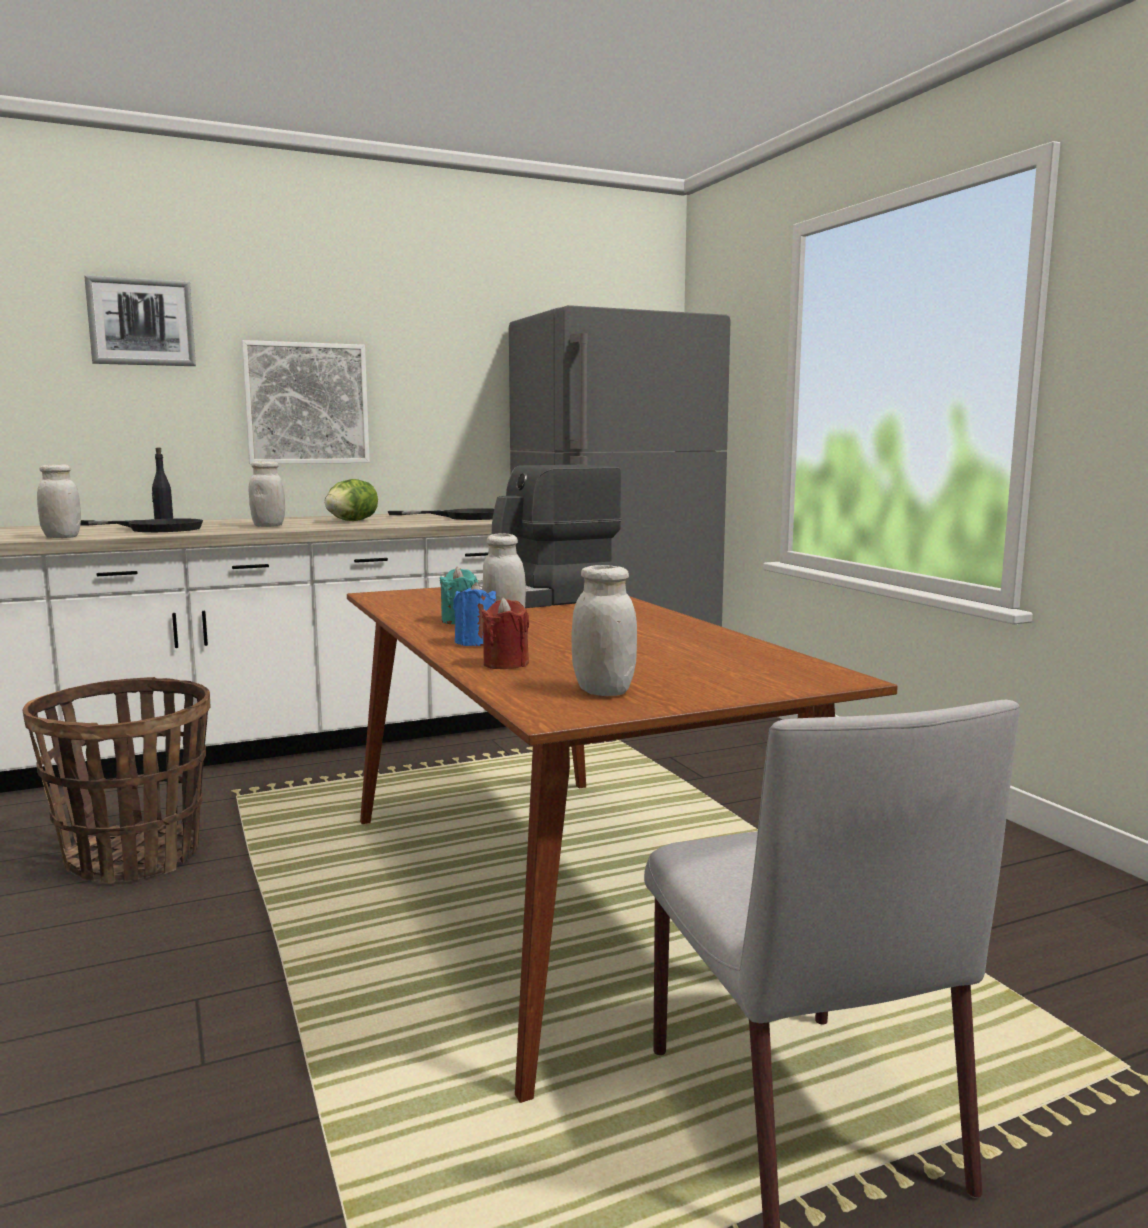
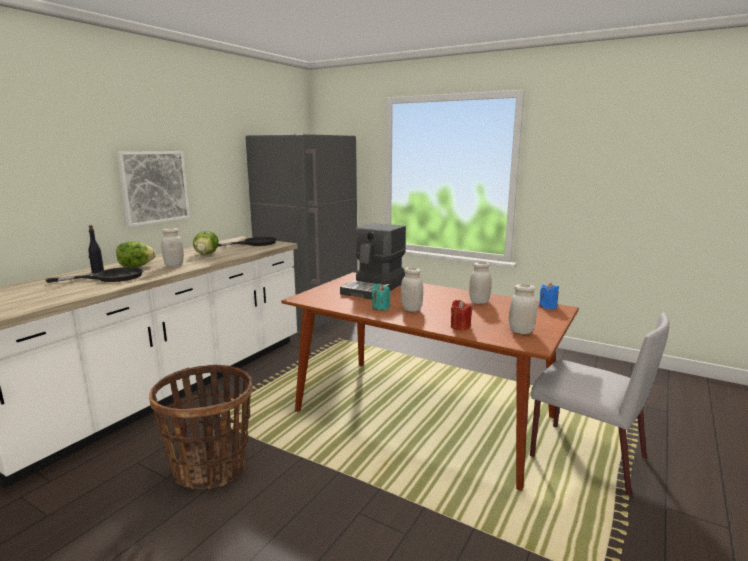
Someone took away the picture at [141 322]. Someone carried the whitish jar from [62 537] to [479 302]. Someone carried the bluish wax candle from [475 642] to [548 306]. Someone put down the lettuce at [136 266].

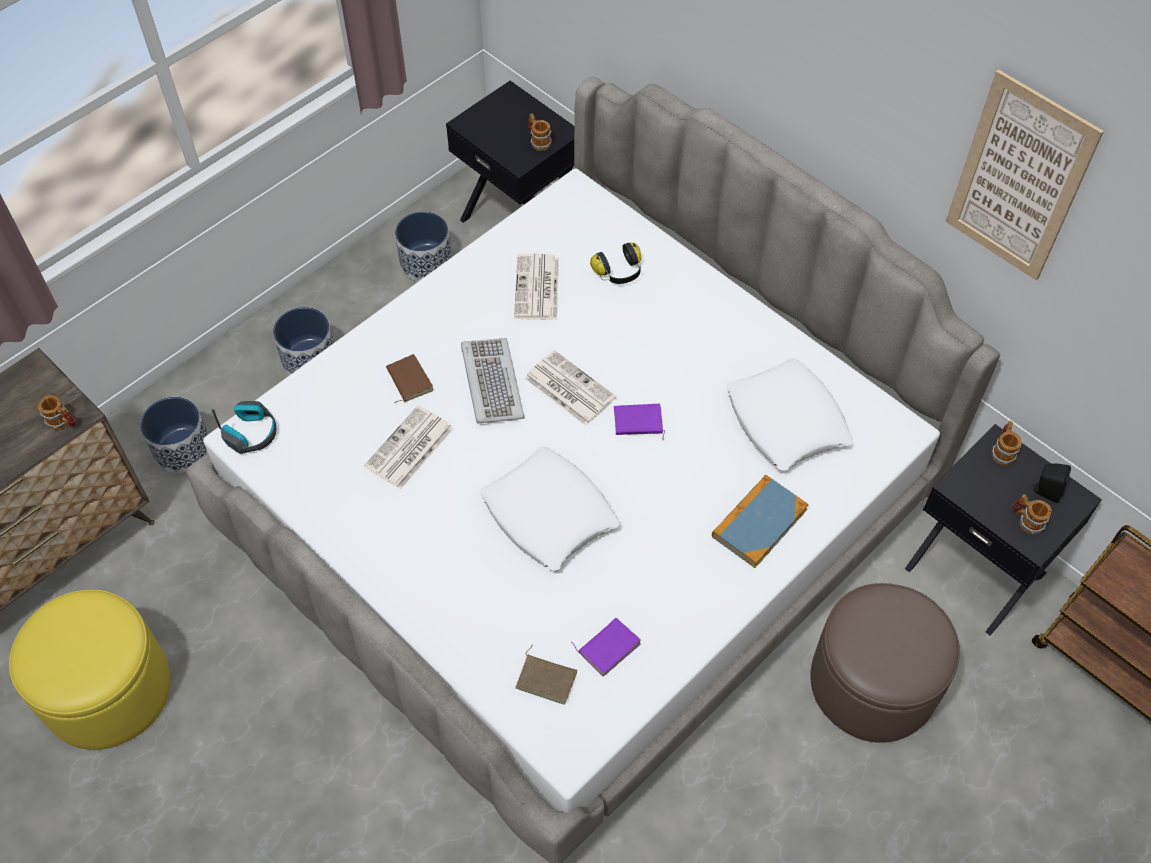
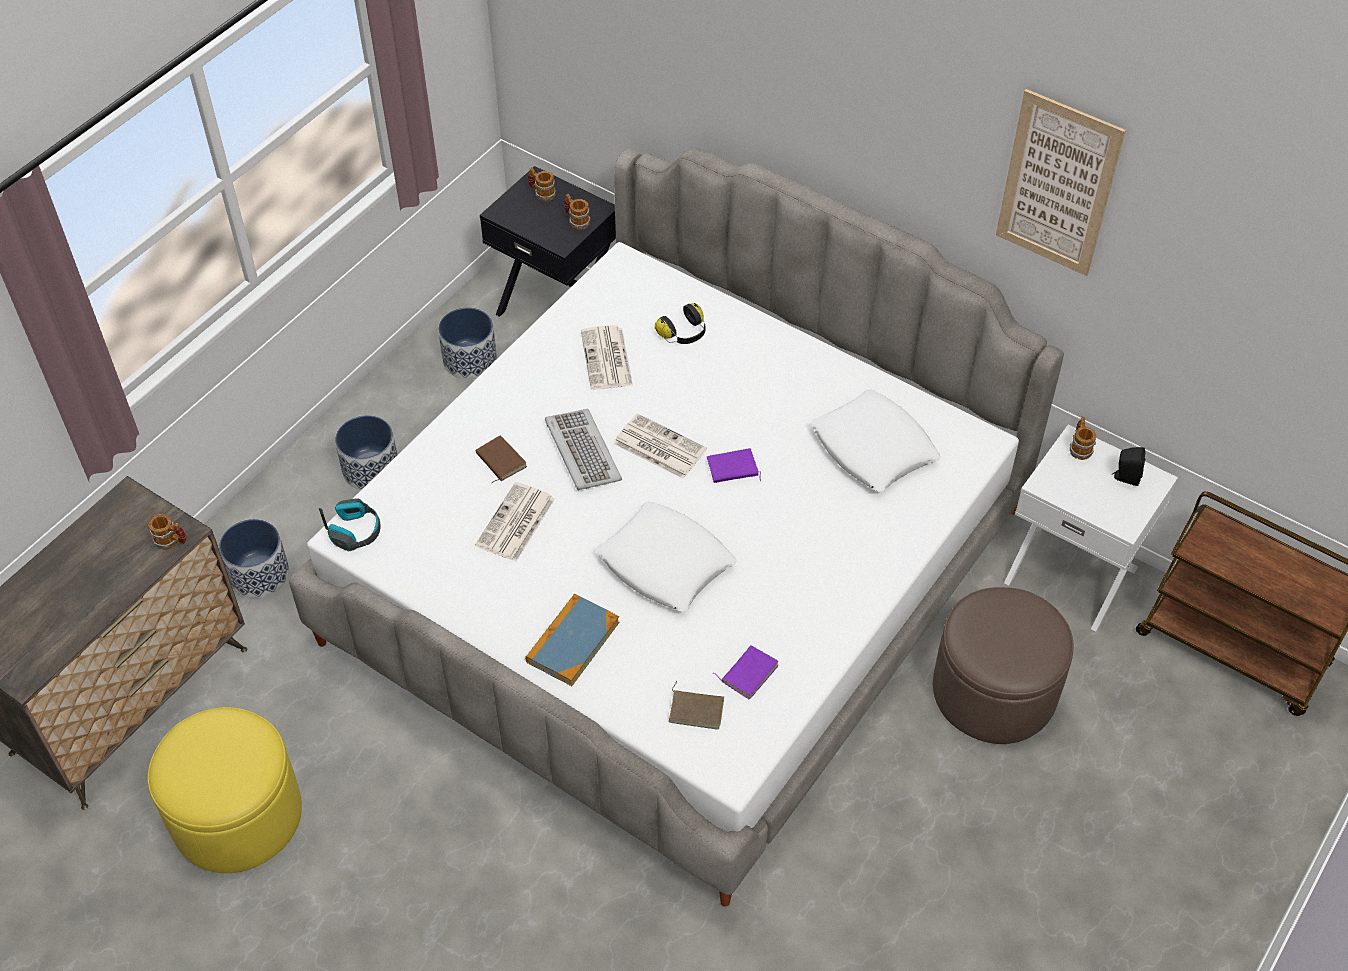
Someone repainted the black nightstand at [976 569], which became the whitish nightstand at [1072 573]. Someone carried the book from [759 523] to [572 642]. Someone carried the tea mug from [1026 520] to [541 193].

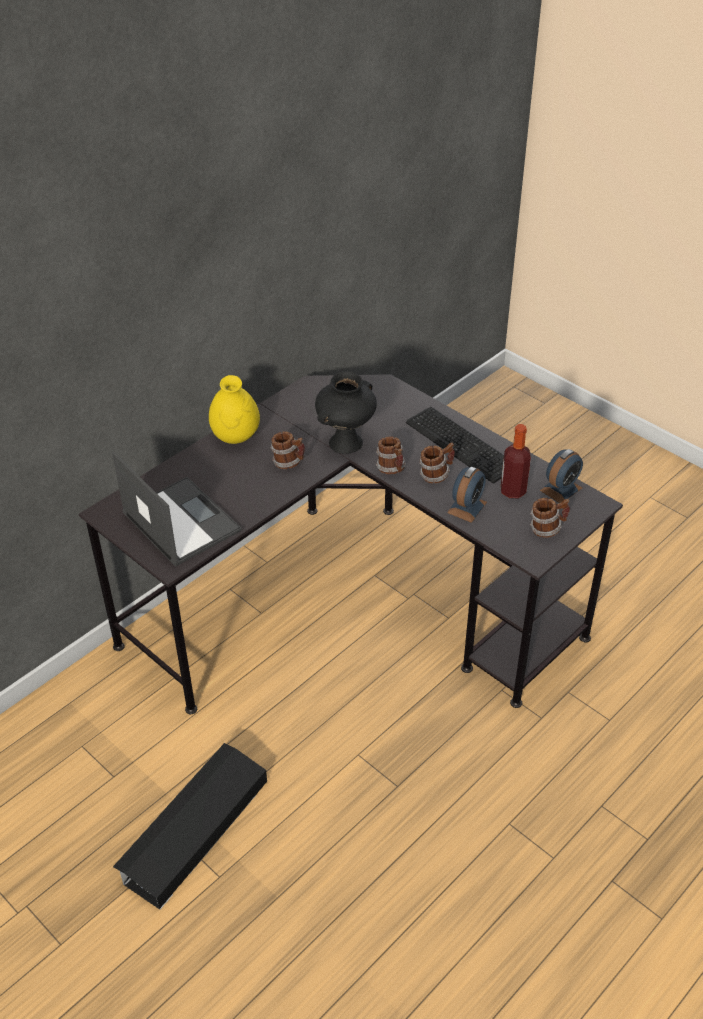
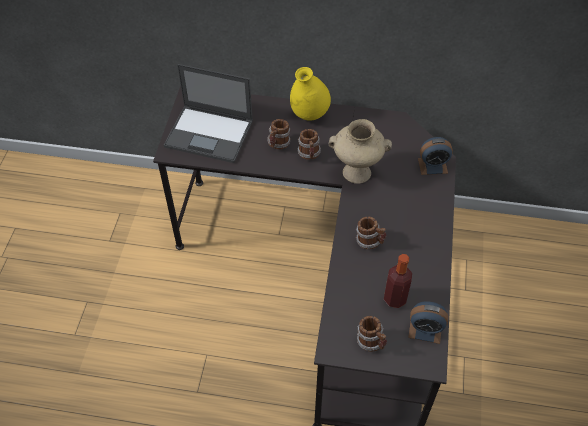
Someone repainted the black vase at [346 444], which became the beige-coloured vase at [356 173]. Someone took away the PC keyboard at [461 442]. Someone carried the tea mug from [392 469] to [278 144]. Someone rotated the laptop at [180 521] by 90 degrees clockwise. Someone carried the alarm clock from [467 507] to [432 166]. Someone took away the black storage box at [193 829].

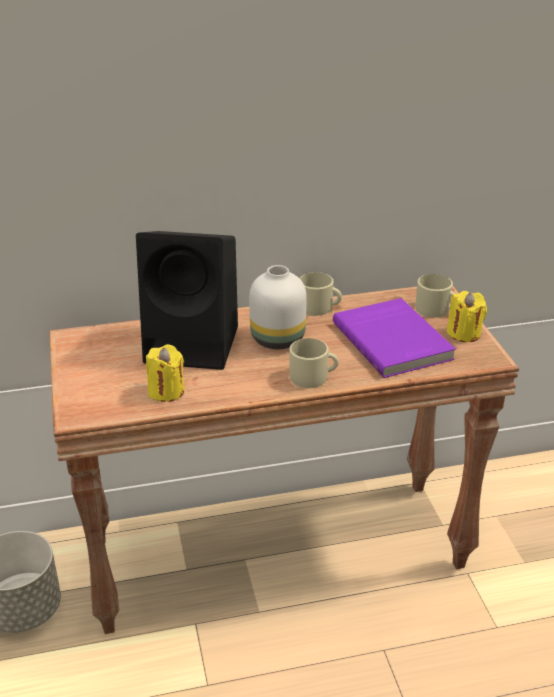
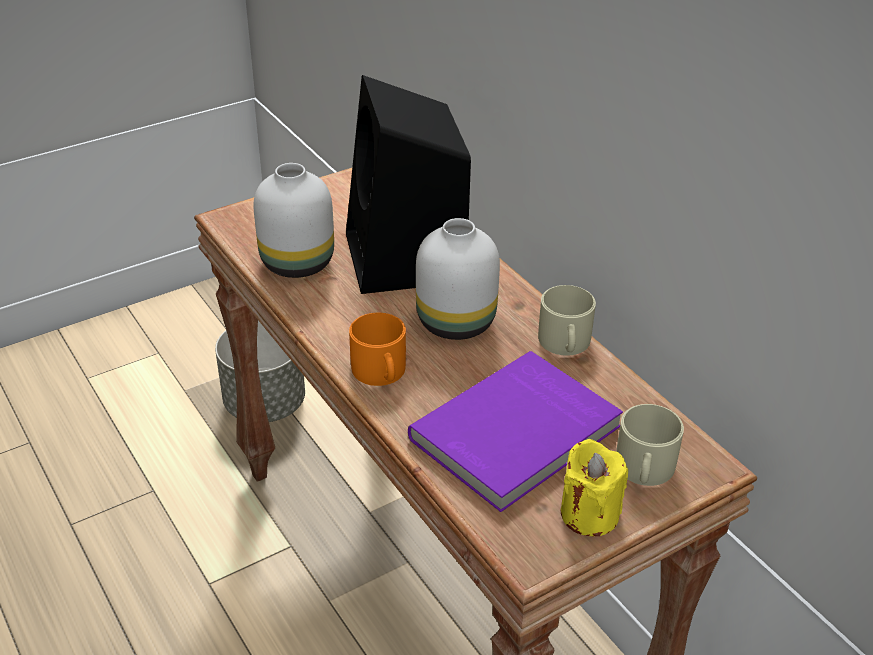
Someone repainted the beige-coloured tea mug at [313 377], which became the orangey tea mug at [381 372]. Someone swapped the yellowish wax candle at [166 391] for the whitish vase at [296 264].

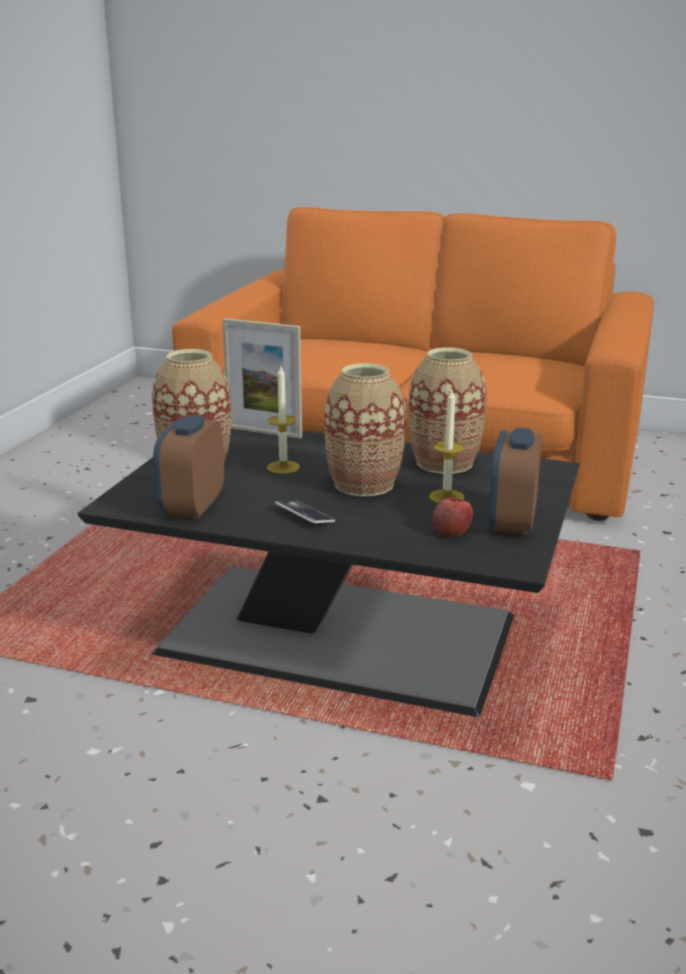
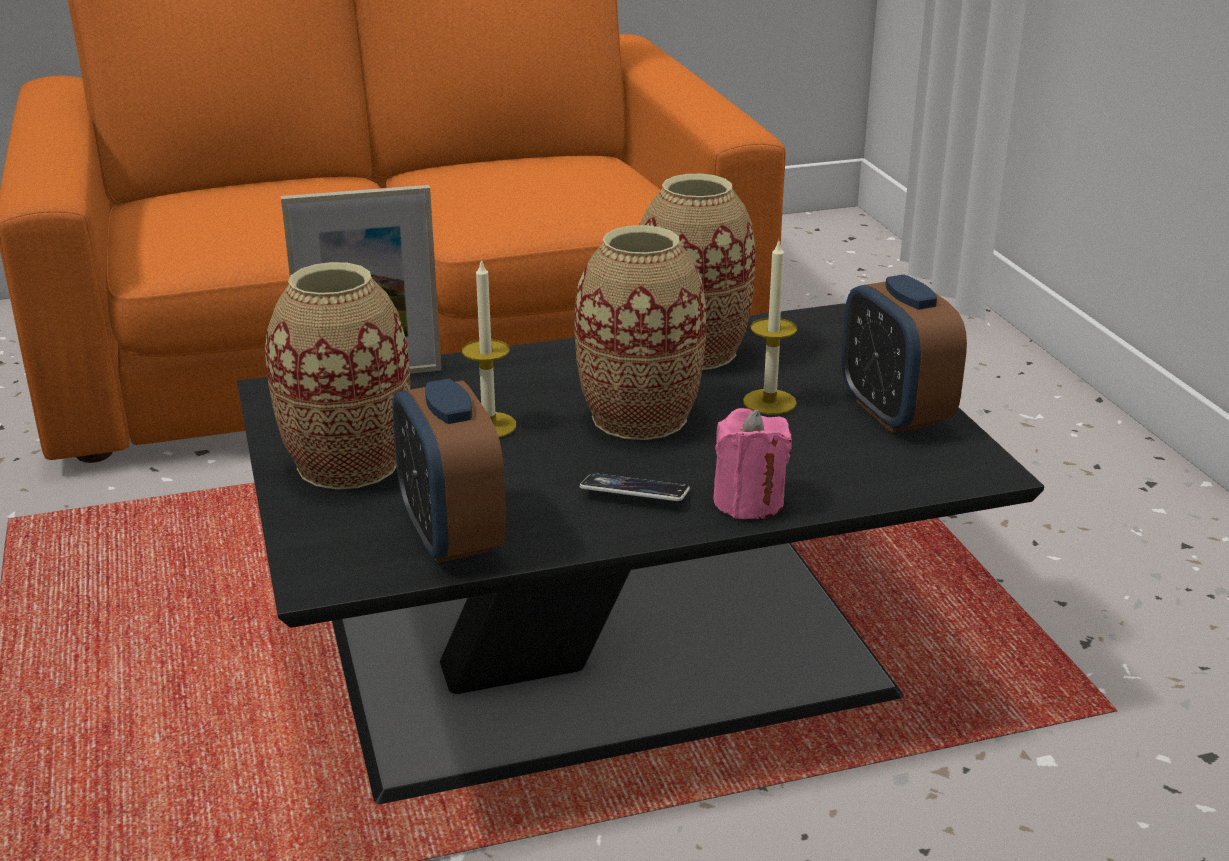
Someone took away the whole apple at [452 531]. Someone put down the pinkish wax candle at [748 502].

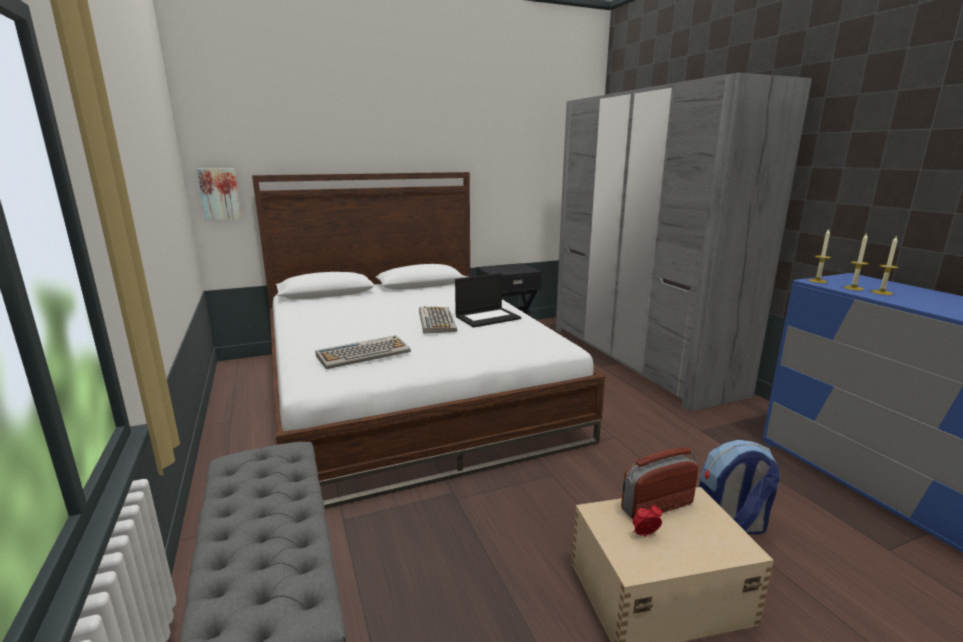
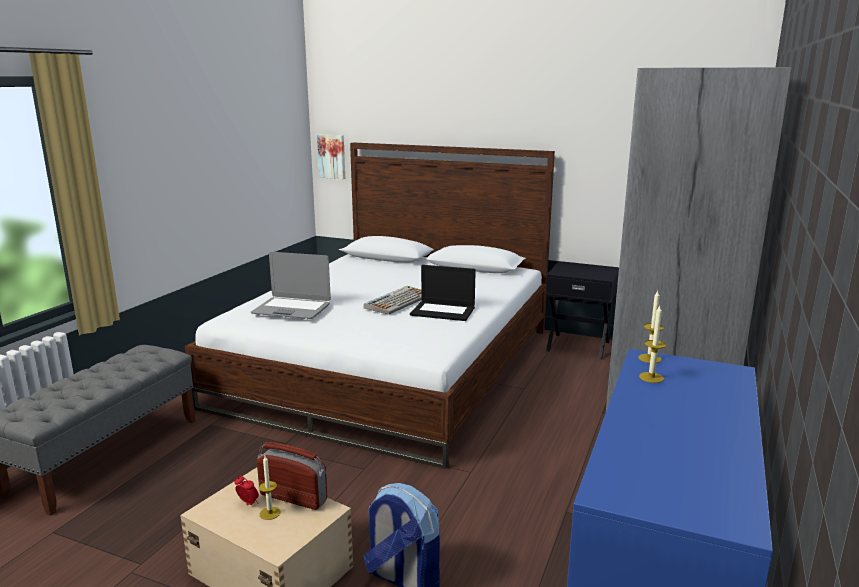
Someone carried the wax candle from [882 292] to [270 513]. Someone swapped the PC keyboard at [364 353] for the laptop at [292 309].

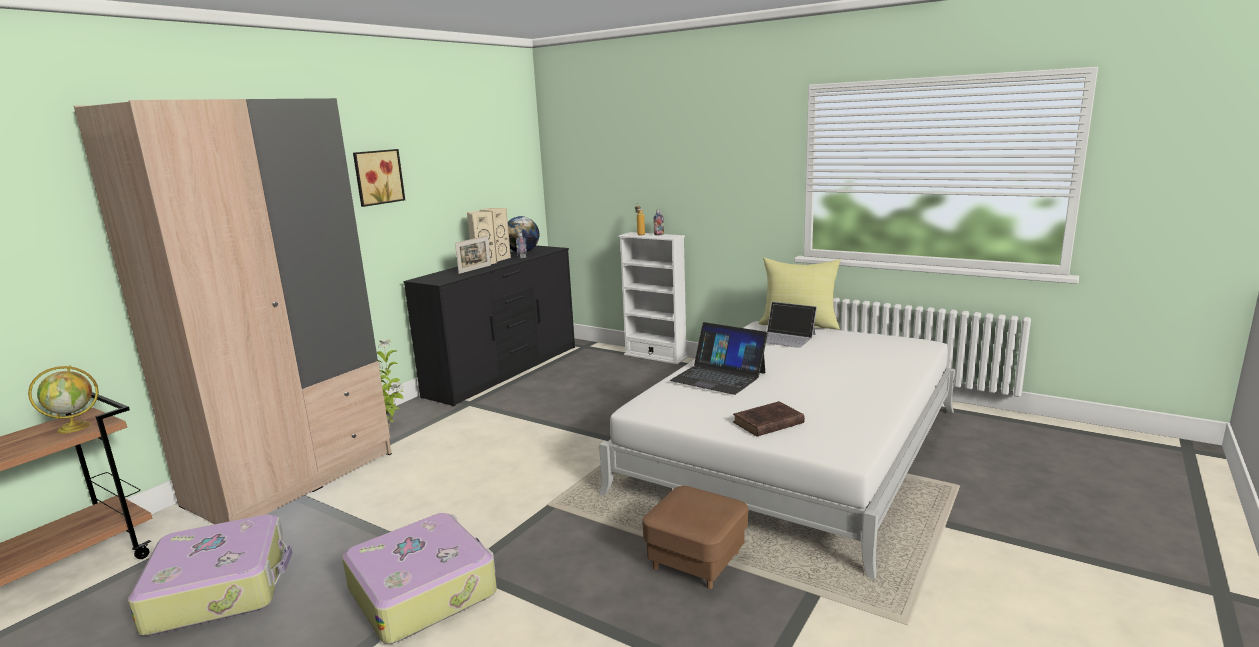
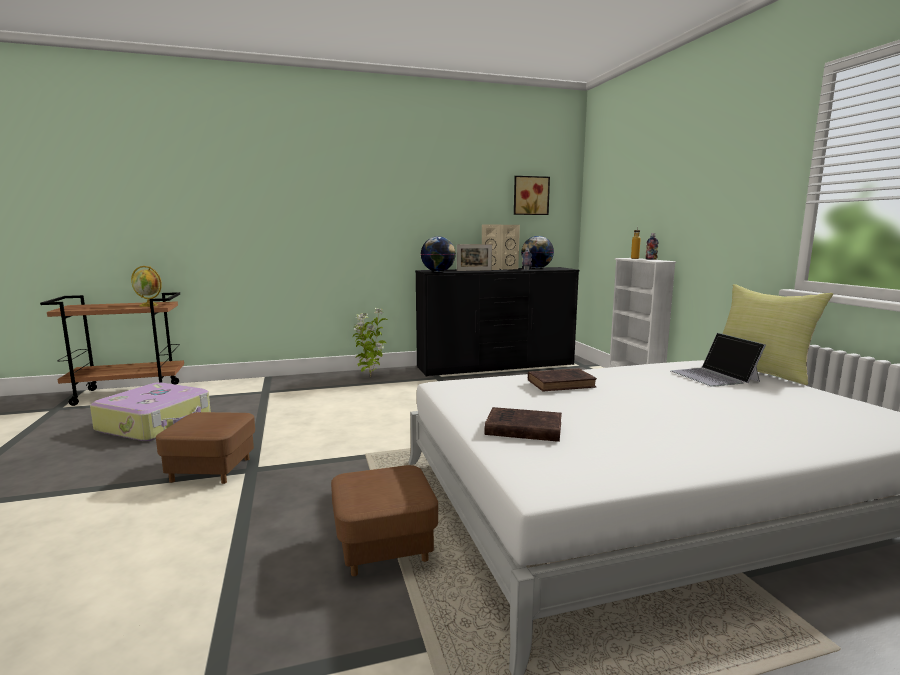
Someone took away the beige-coloured clothes cupboard at [292 478]. Someone carried the picture from [377 177] to [530 195]. Someone swapped the laptop at [718 376] for the brown-coloured book at [562 383]. Someone swapped the piece of luggage at [423 590] for the brown-coloured footrest at [211 469]. Someone put down the desk globe at [438 271].

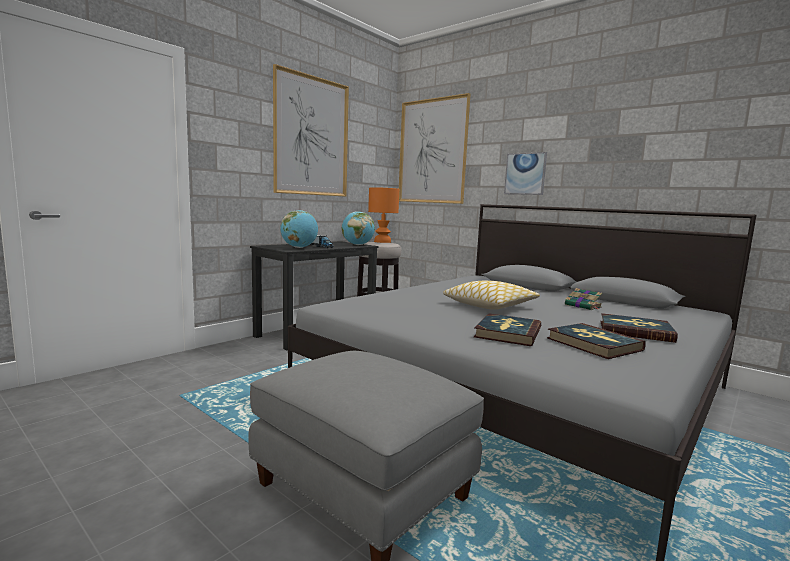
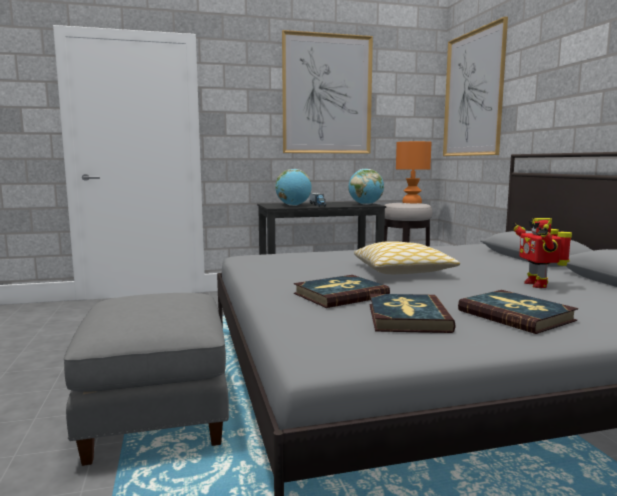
Someone took away the picture at [525 174]. Someone swapped the book at [583 306] for the robot figure at [537 284].

